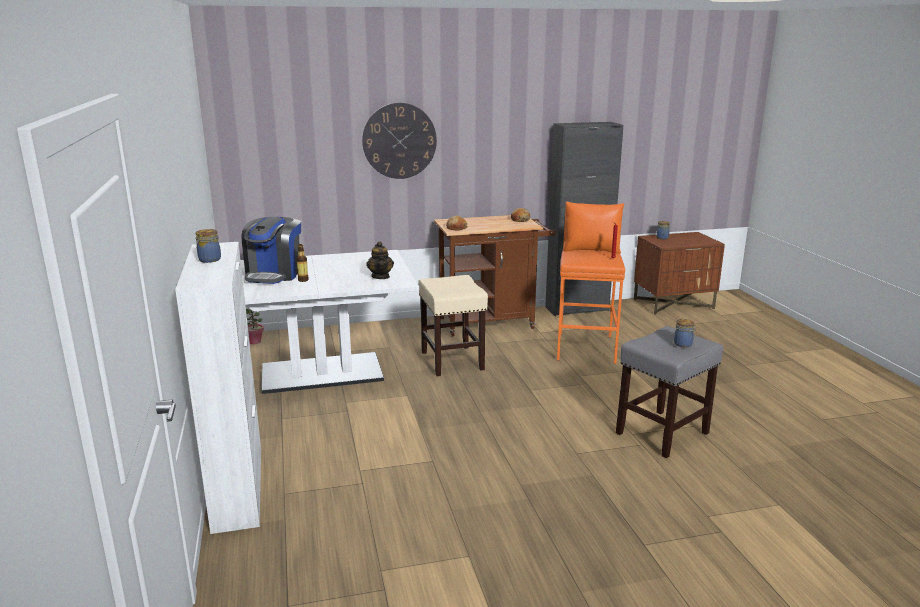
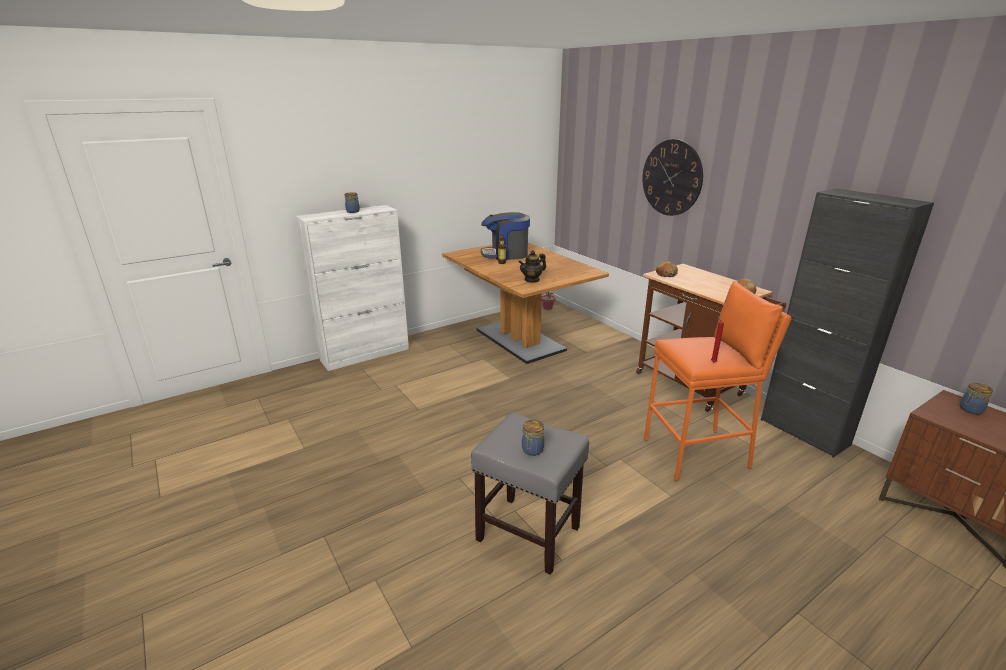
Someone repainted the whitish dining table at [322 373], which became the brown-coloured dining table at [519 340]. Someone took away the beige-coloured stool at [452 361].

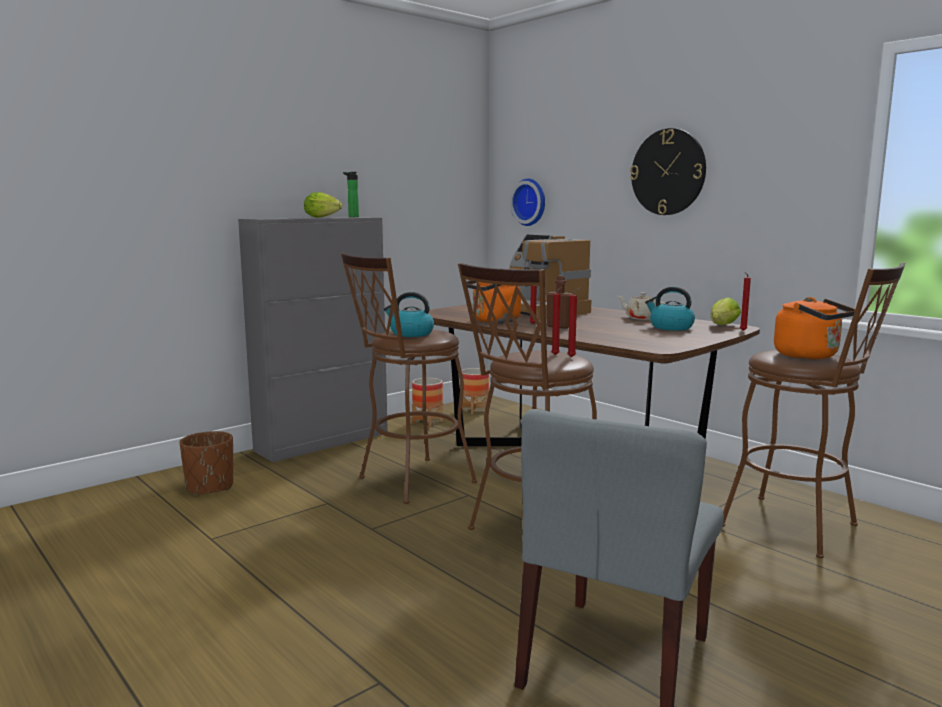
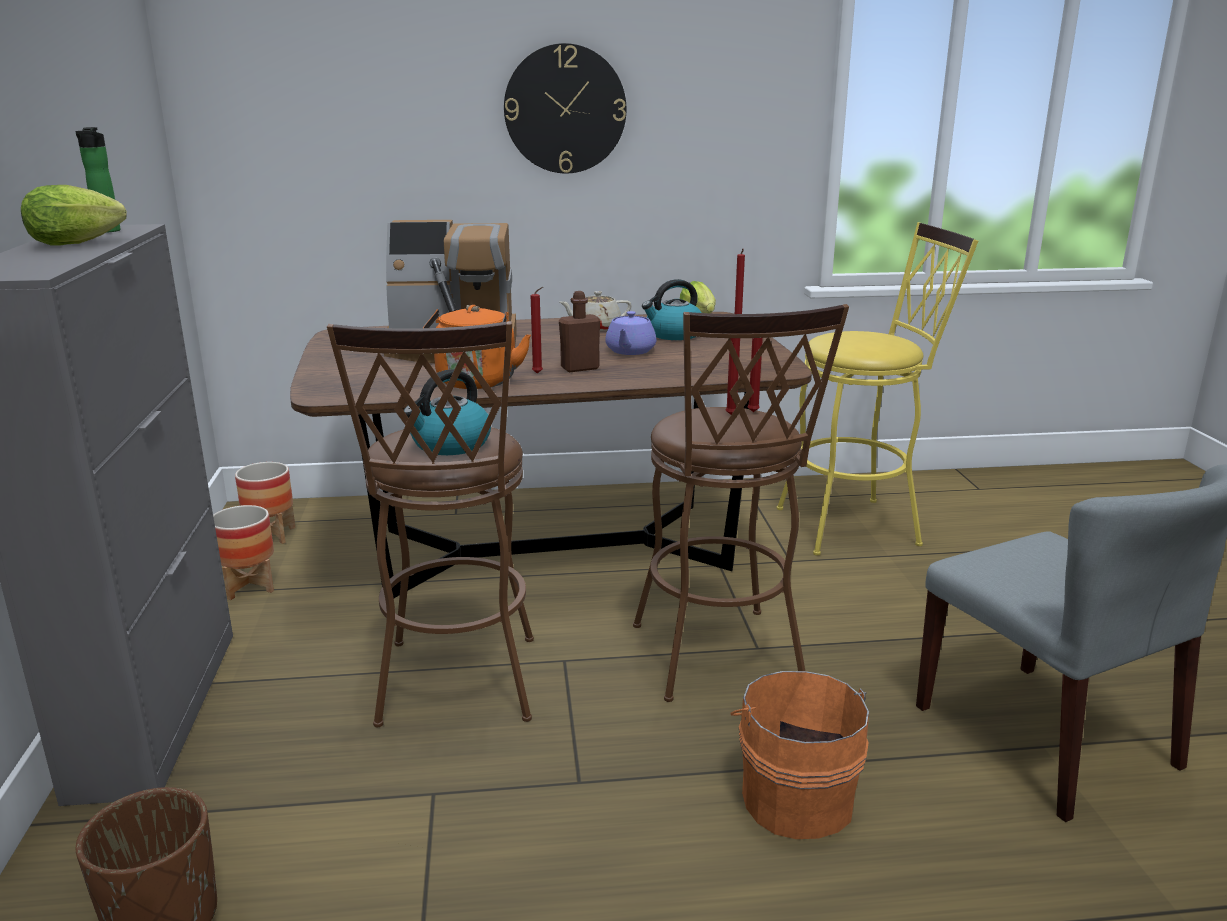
Someone took away the clock on the wall at [530 202]. Someone repainted the brown-coloured stool at [799 529], which became the yellowish stool at [859 525]. Someone took away the orangey kettle at [810 356]. Someone put down the purplish teapot at [630 351]. Someone put down the orangey pail at [795 796].

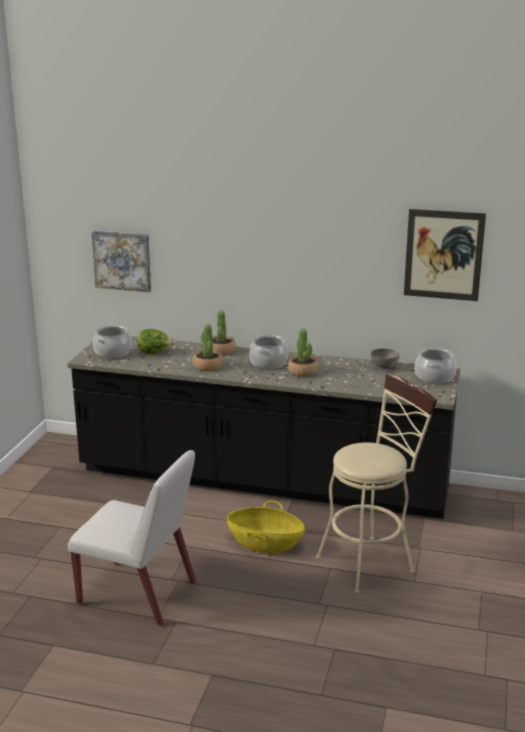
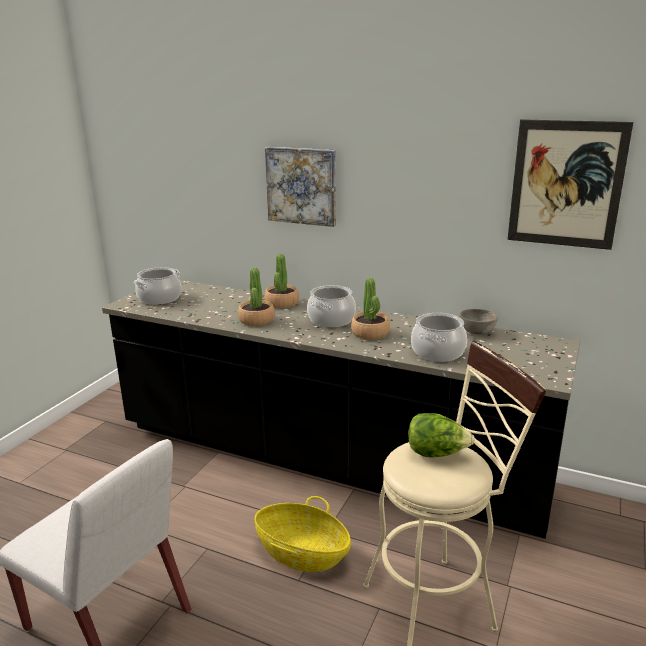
Someone carried the picture from [122 260] to [302 186]. Someone carried the lettuce from [155 353] to [436 454]. Someone carried the stockpot from [434 377] to [438 352].

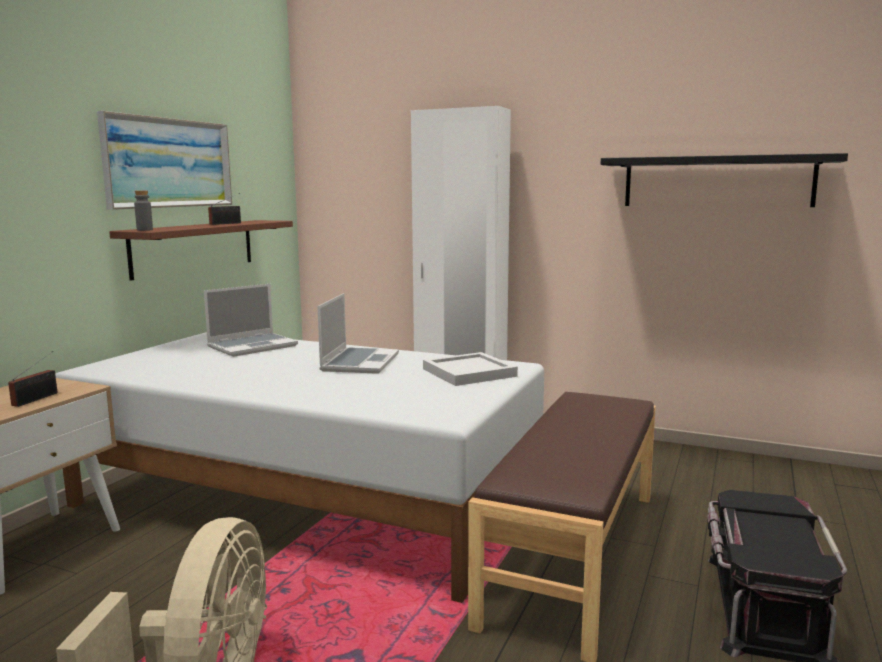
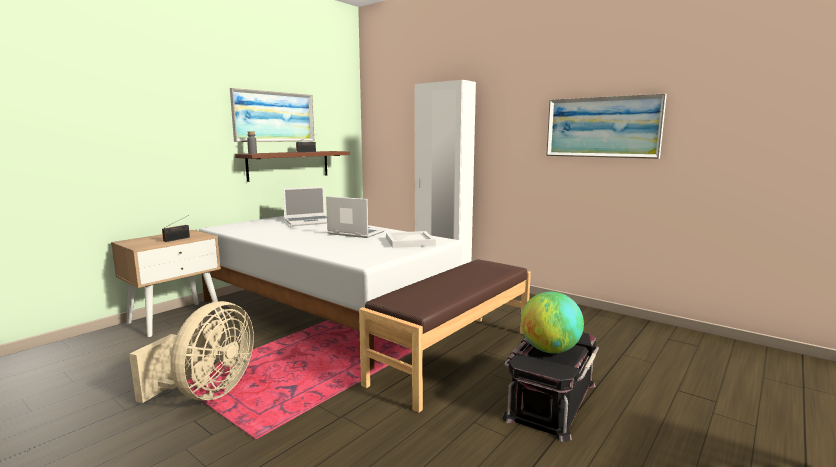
Someone swapped the black bracket shelf at [717 182] for the picture at [602 127]. Someone rotated the laptop at [359 362] by 90 degrees counterclockwise. Someone put down the desk globe at [549 350].

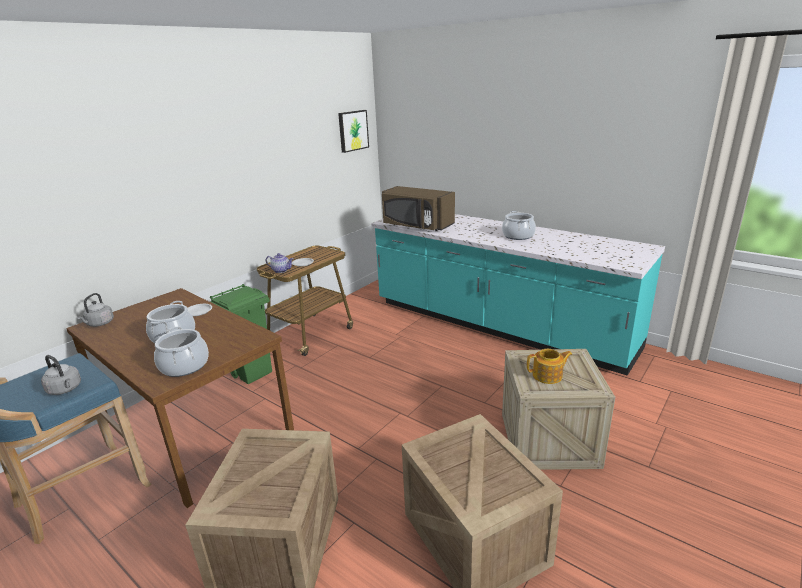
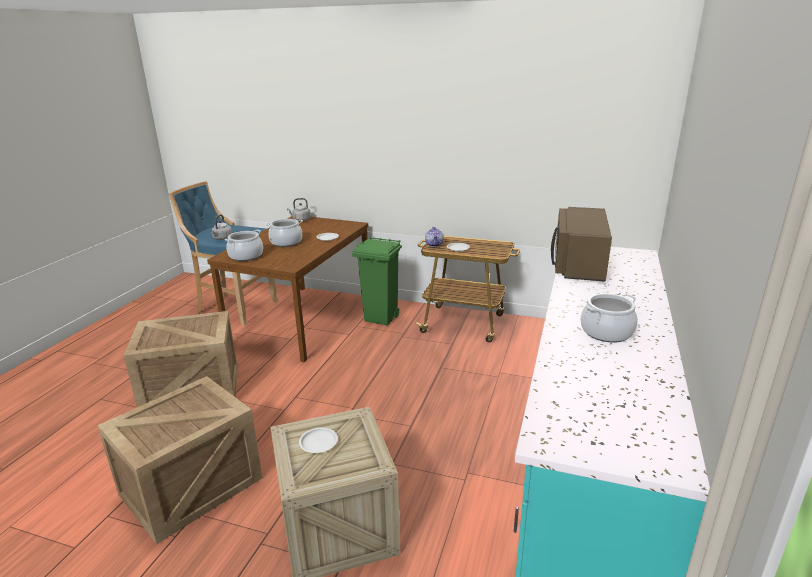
Someone took away the picture at [352 130]. Someone swapped the teapot at [548 376] for the whitish flat dish at [318 442].

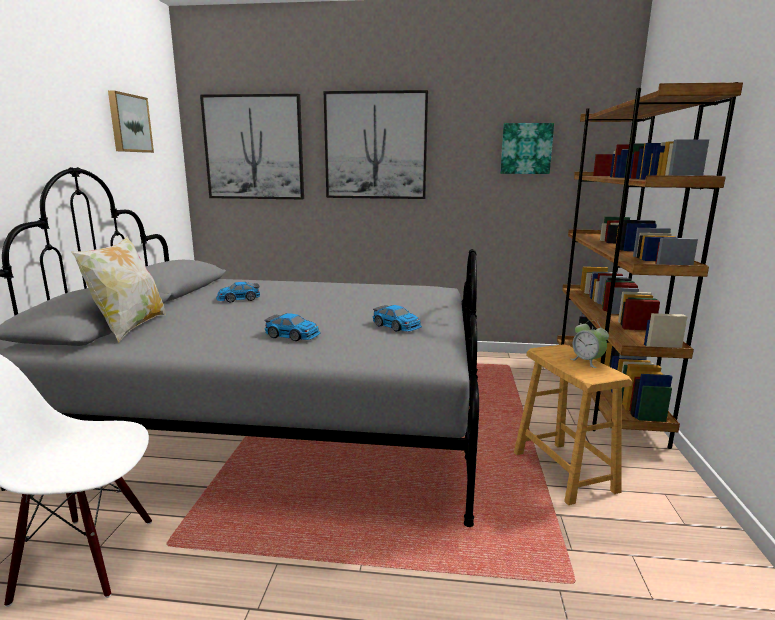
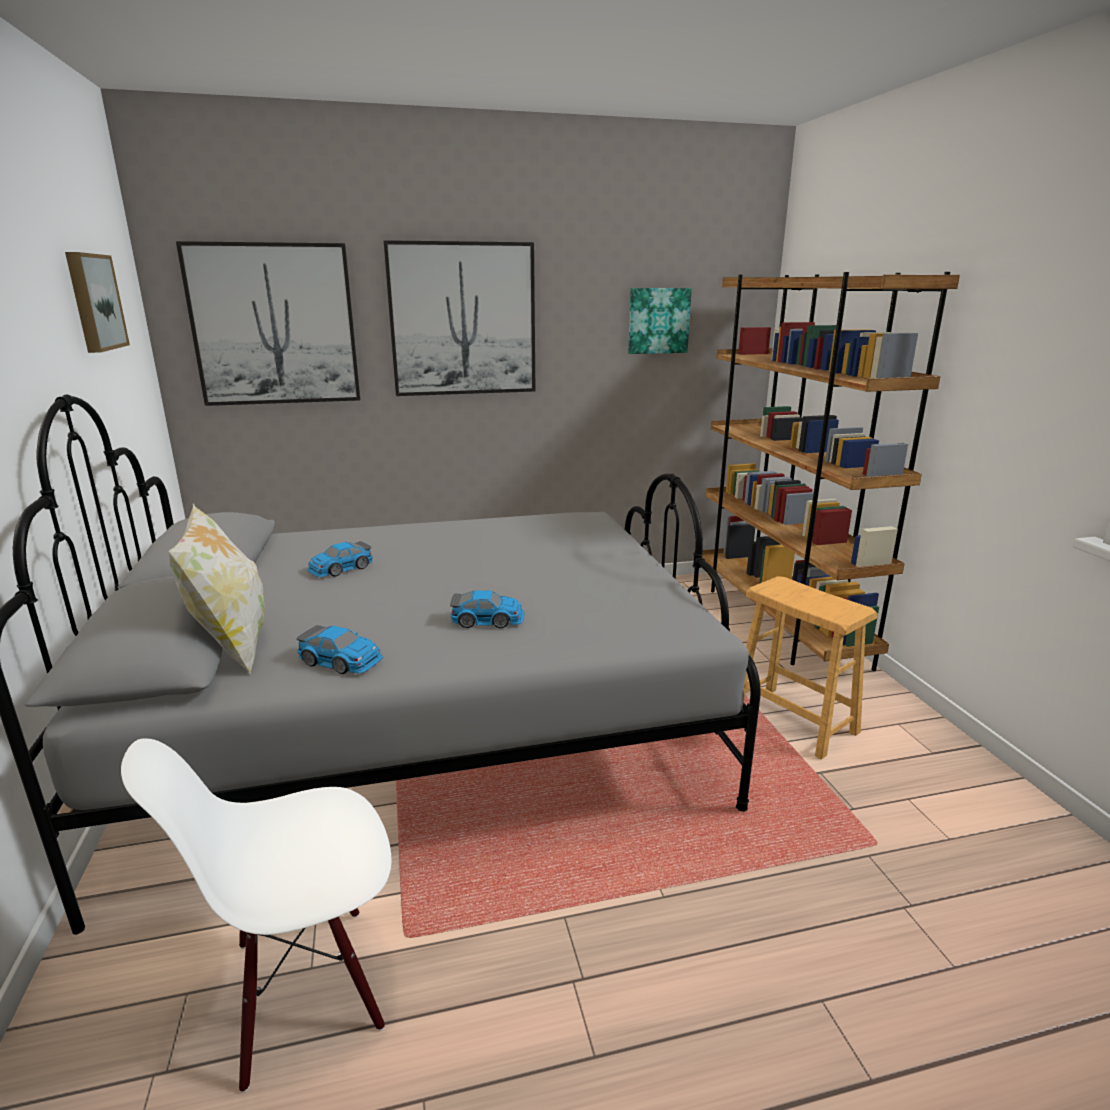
Someone carried the model car from [396 326] to [341 661]. Someone took away the alarm clock at [587 361].

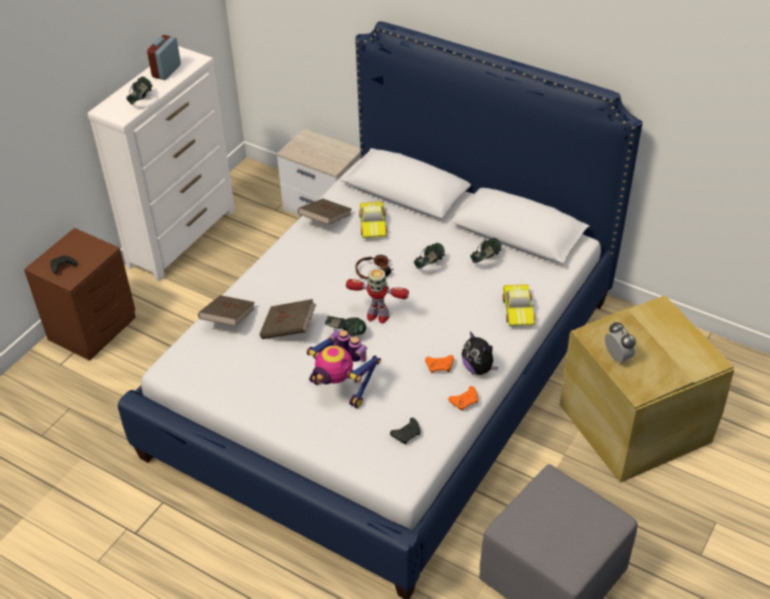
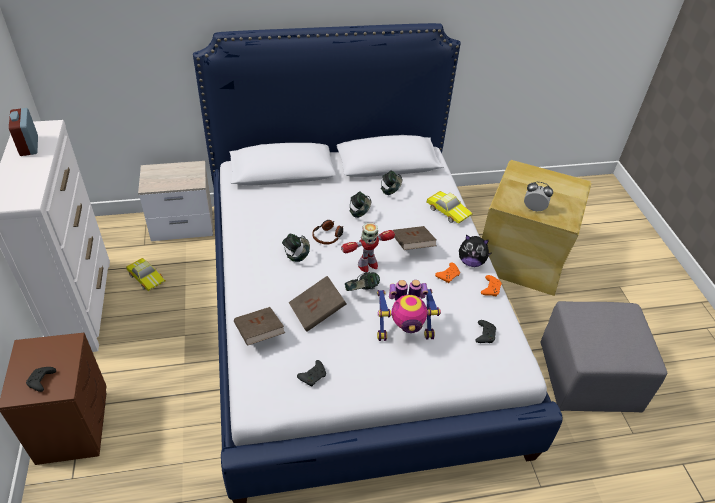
Someone carried the headset from [141 101] to [296 255]. Someone carried the brown-coloured book from [325 220] to [412 246]. Someone carried the model car from [374 224] to [147 277]. Someone put down the black gamepad at [313 376].

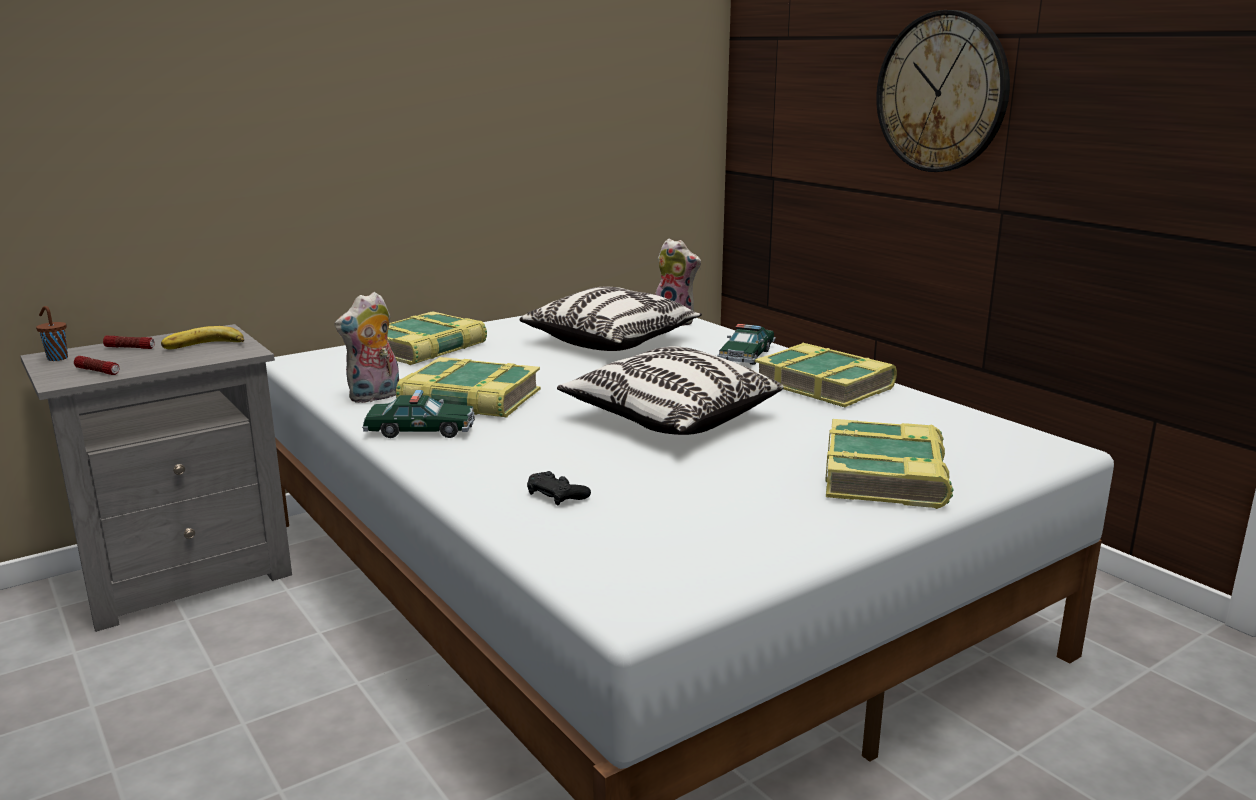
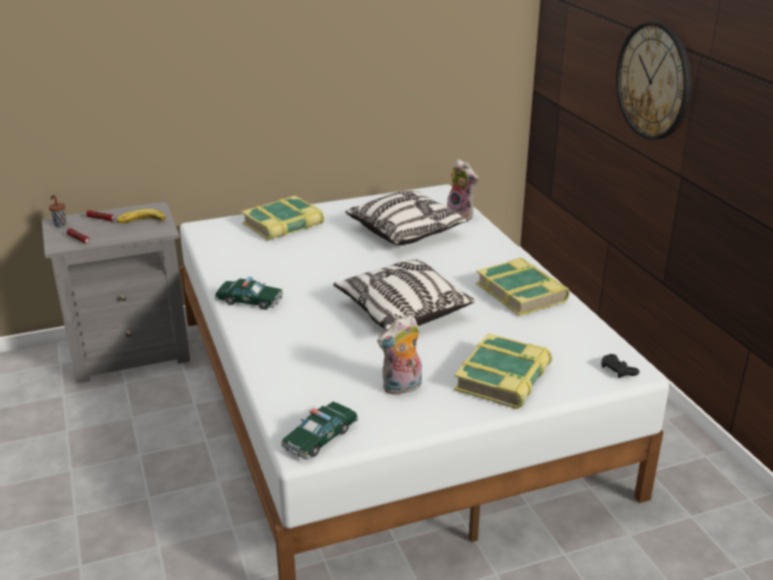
Someone carried the plush toy from [375 397] to [402 388]. Someone carried the model car from [746 355] to [320 437]. Someone took away the book at [470 400]. Someone carried the black gamepad from [557 495] to [618 370].

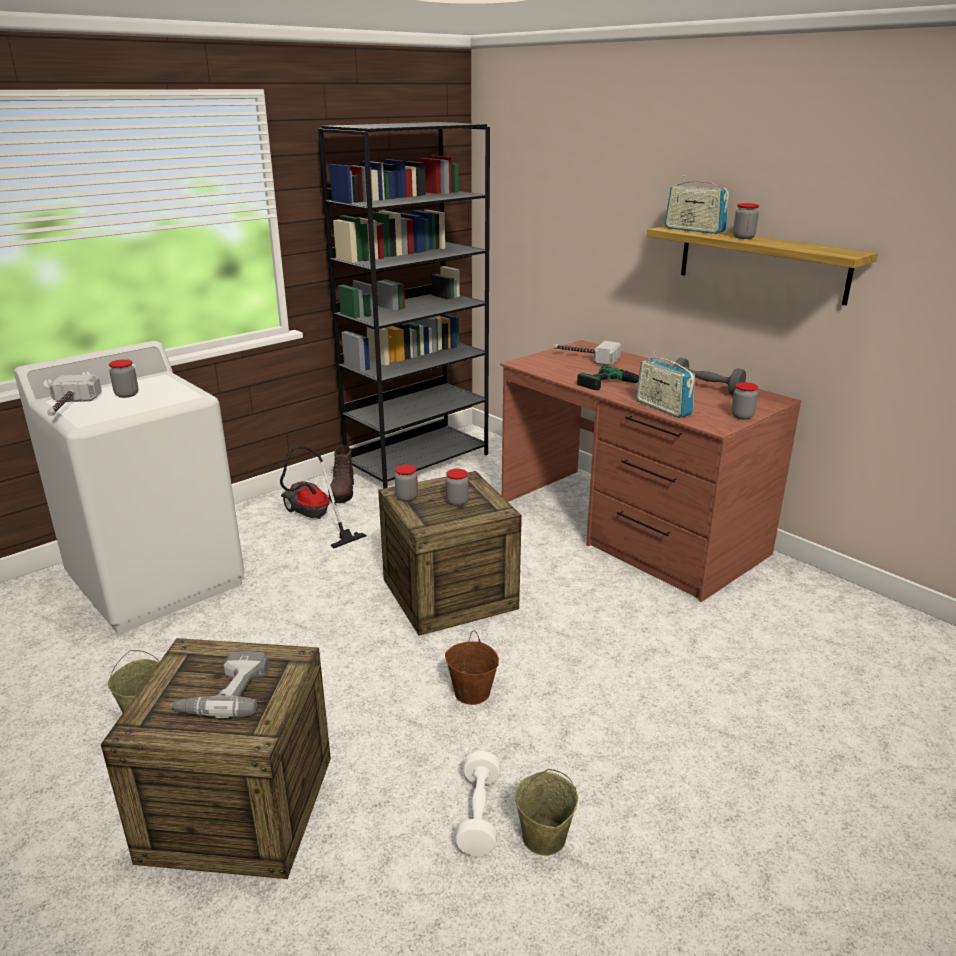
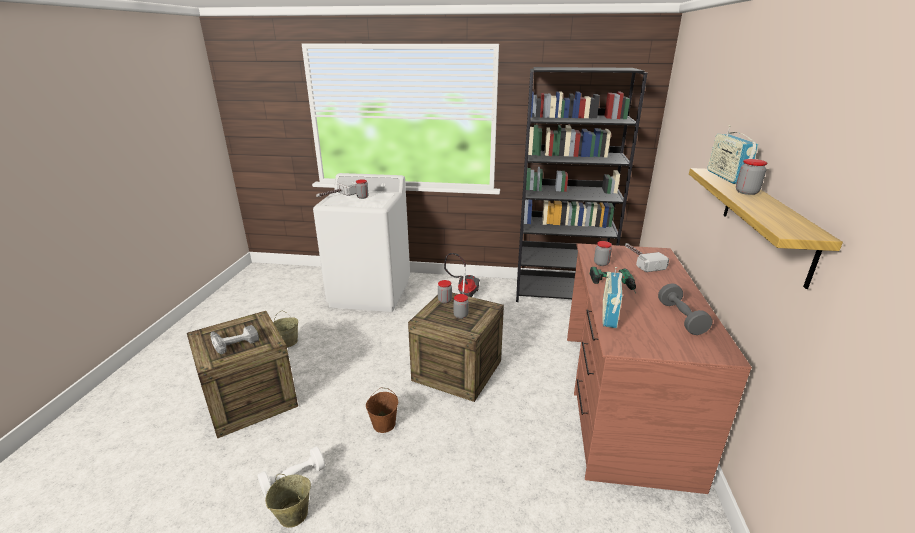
Someone carried the jar from [742 416] to [601 263]. Someone took away the brown-coloured tall boot at [342 492].

